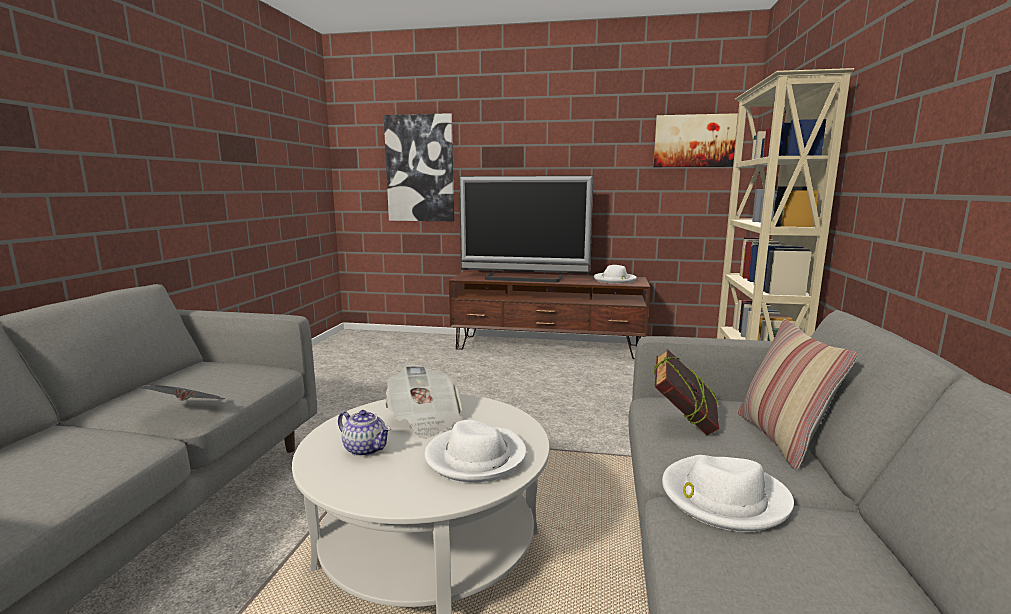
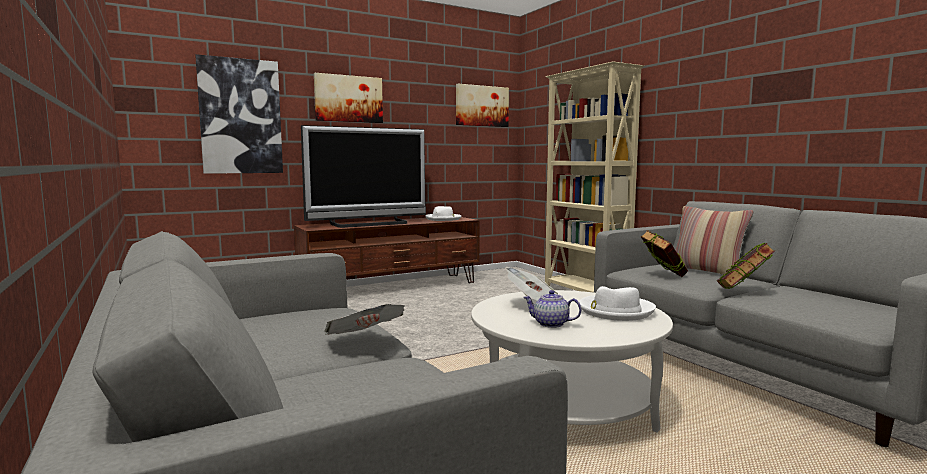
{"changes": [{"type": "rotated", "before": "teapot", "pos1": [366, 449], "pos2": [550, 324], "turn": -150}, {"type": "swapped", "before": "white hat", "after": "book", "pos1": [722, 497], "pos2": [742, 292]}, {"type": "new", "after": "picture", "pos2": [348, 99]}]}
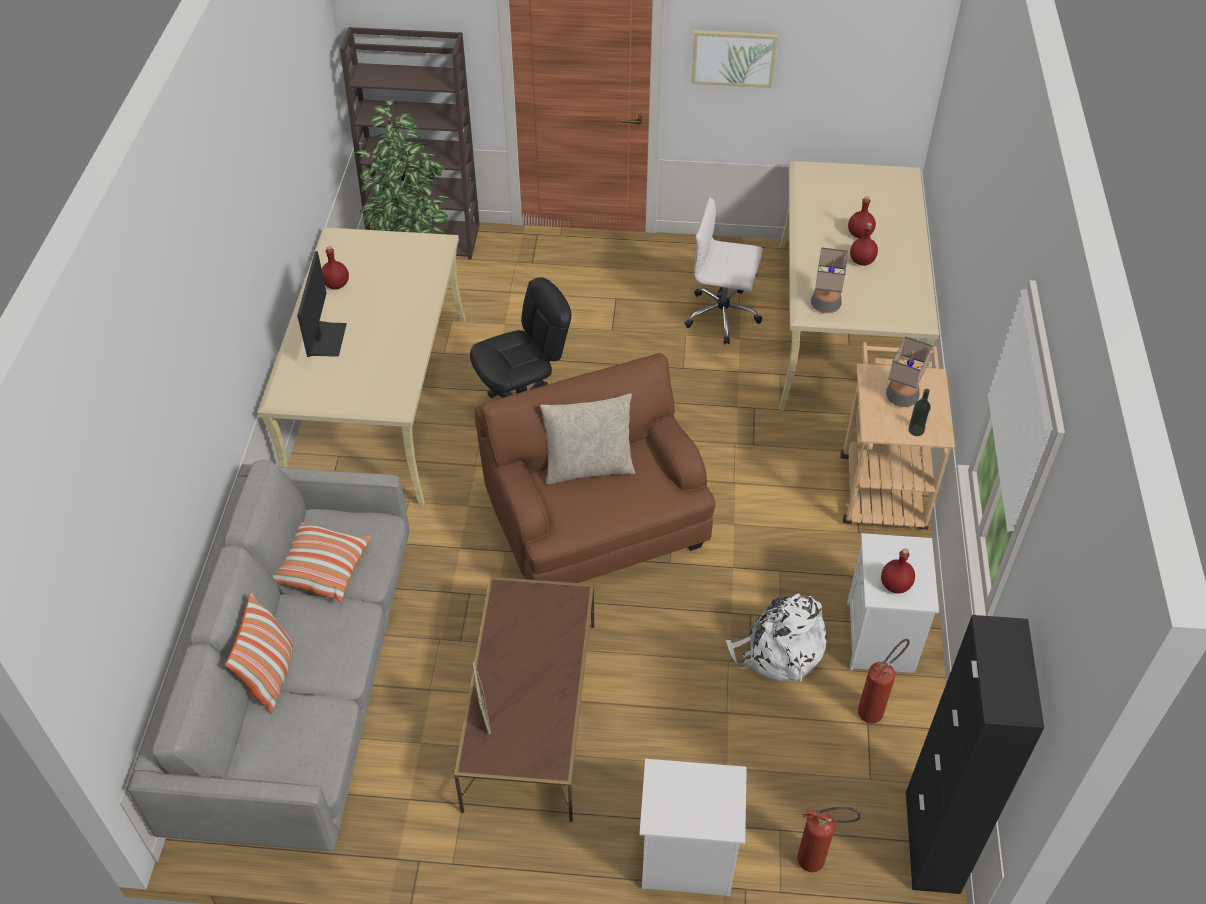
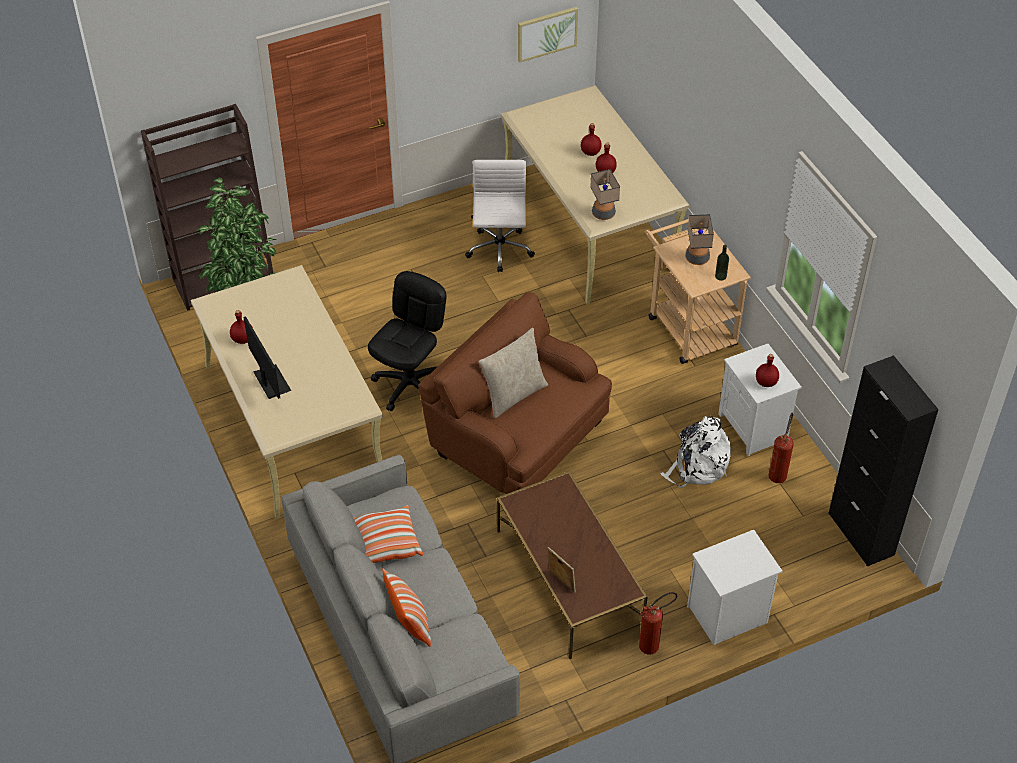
{"changes": [{"type": "shifted", "before": "picture", "pos1": [733, 57], "pos2": [547, 33]}, {"type": "rotated", "before": "white office chair", "pos1": [723, 316], "pos2": [499, 250], "turn": 105}, {"type": "shifted", "before": "fire extinguisher", "pos1": [818, 861], "pos2": [653, 645]}]}
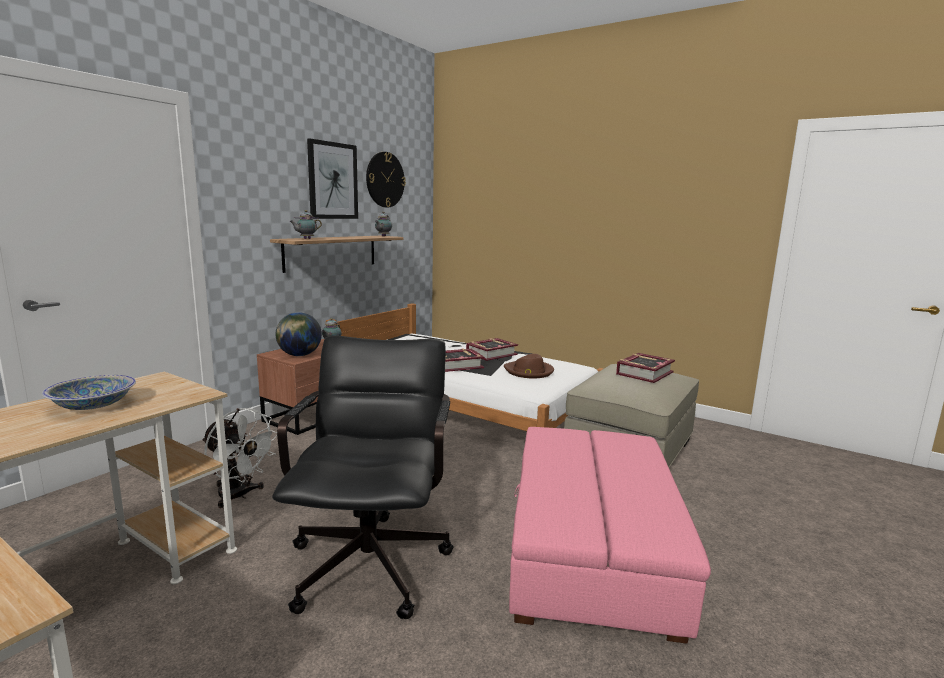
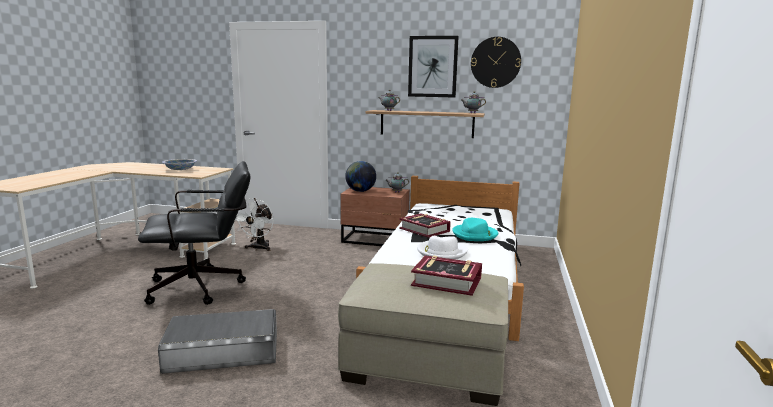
{"changes": [{"type": "swapped", "before": "book", "after": "turquoise hat", "pos1": [491, 354], "pos2": [475, 235]}, {"type": "repainted", "before": "brown hat", "after": "white hat", "pos1": [529, 371], "pos2": [441, 252]}, {"type": "swapped", "before": "pink ottoman", "after": "grey storage box", "pos1": [591, 547], "pos2": [223, 351]}]}
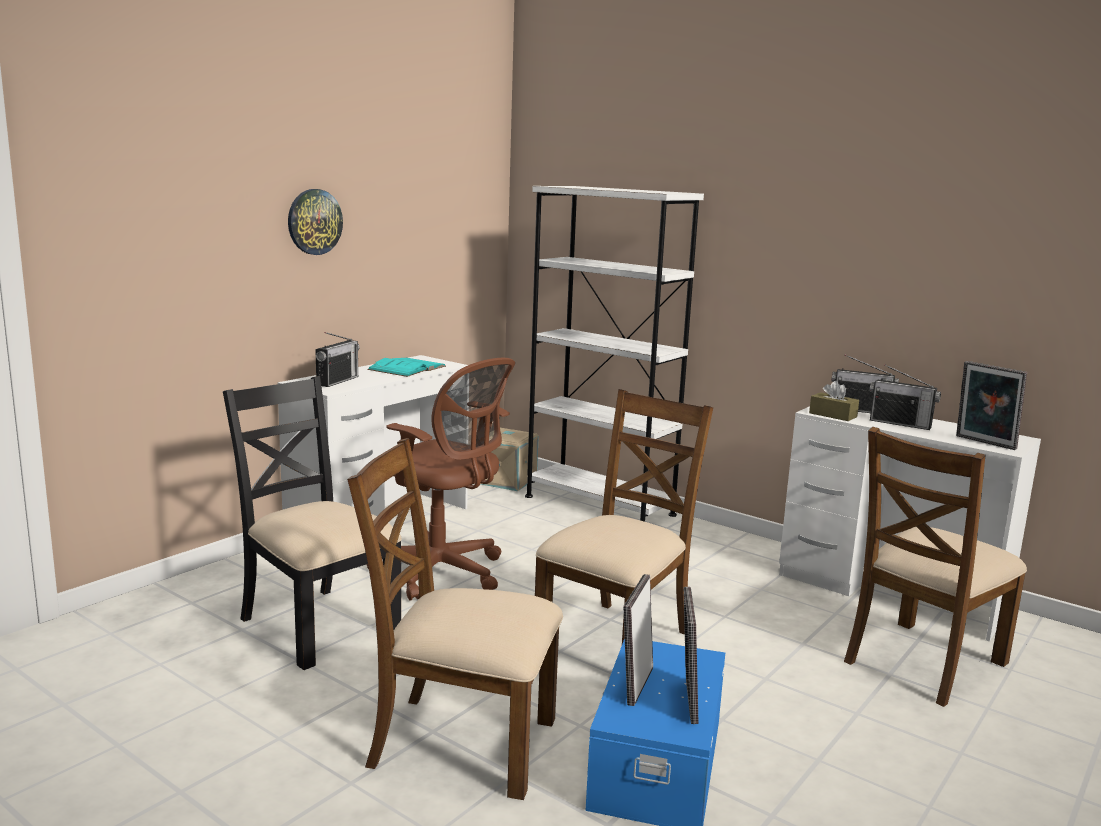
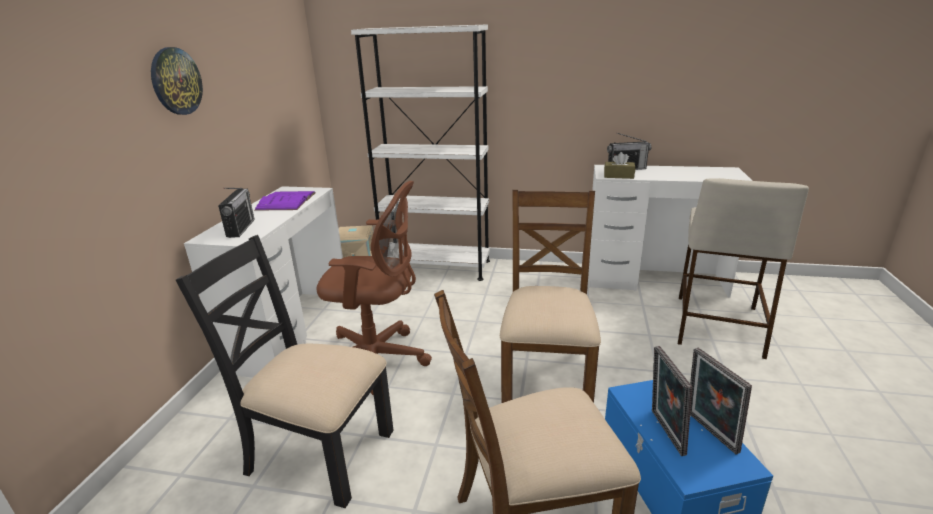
{"changes": [{"type": "repainted", "before": "turquoise book", "after": "purple book", "pos1": [407, 368], "pos2": [286, 201]}, {"type": "gone", "before": "picture frame", "pos1": [984, 443]}, {"type": "gone", "before": "radio", "pos1": [900, 423]}, {"type": "swapped", "before": "brown chair", "after": "beige stool", "pos1": [922, 661], "pos2": [717, 324]}]}
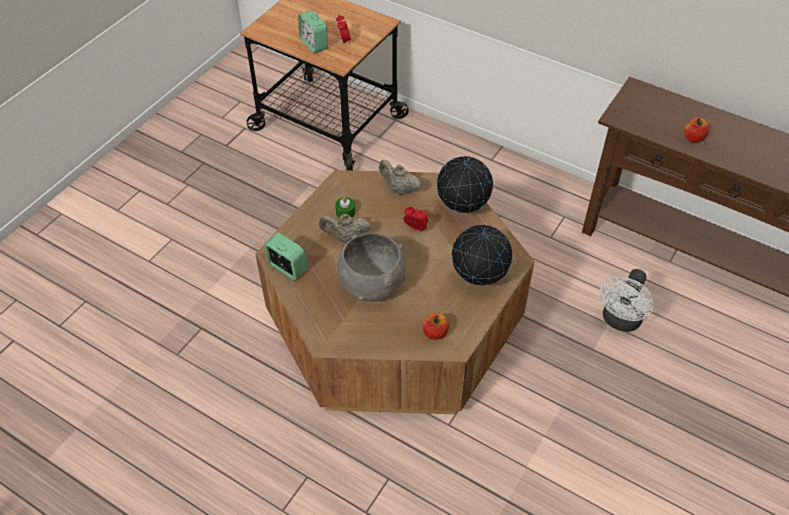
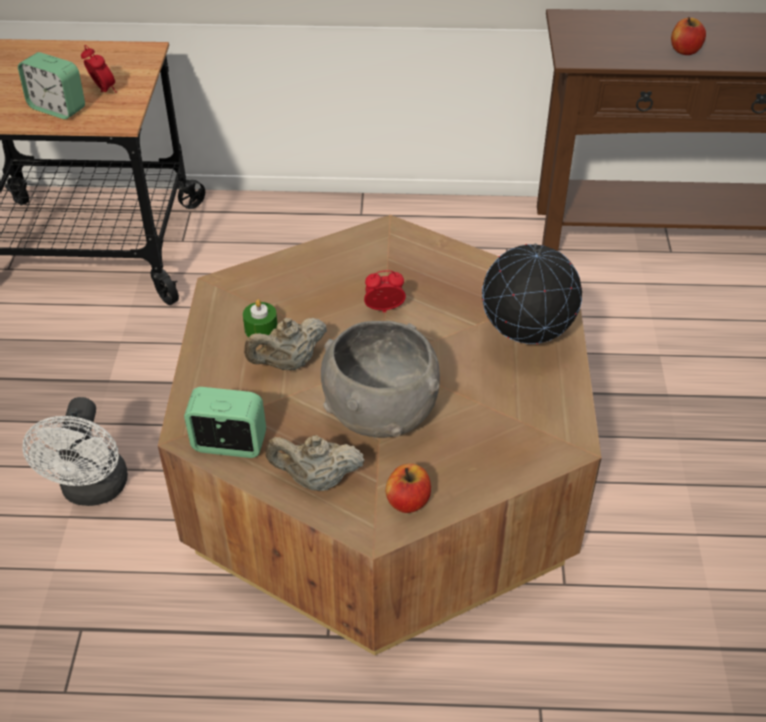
{"changes": [{"type": "gone", "before": "globe", "pos1": [462, 209]}, {"type": "shifted", "before": "beige teapot", "pos1": [399, 189], "pos2": [316, 480]}, {"type": "shifted", "before": "white fan", "pos1": [620, 321], "pos2": [93, 491]}, {"type": "shifted", "before": "apple", "pos1": [435, 333], "pos2": [408, 501]}]}
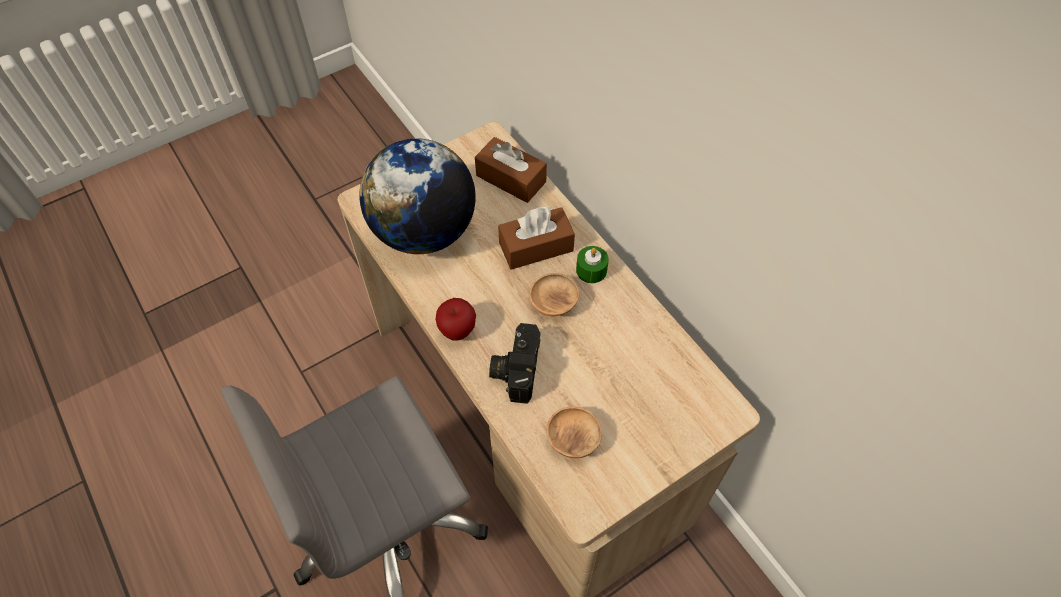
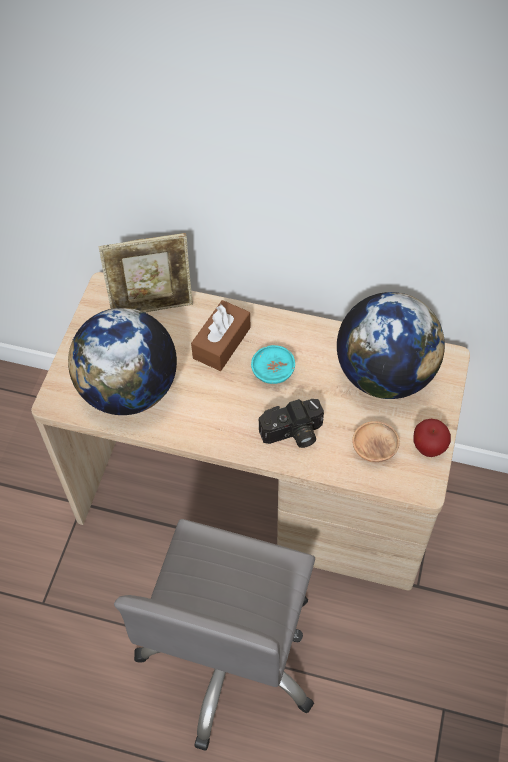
{"changes": [{"type": "swapped", "before": "brown tissue box", "after": "picture frame", "pos1": [511, 179], "pos2": [153, 307]}, {"type": "gone", "before": "green candle", "pos1": [591, 270]}, {"type": "repainted", "before": "brown bowl", "after": "turquoise bowl", "pos1": [553, 302], "pos2": [273, 372]}, {"type": "shifted", "before": "apple", "pos1": [457, 331], "pos2": [428, 448]}, {"type": "rotated", "before": "photo camera", "pos1": [515, 369], "pos2": [293, 434], "turn": -75}, {"type": "new", "after": "globe", "pos2": [384, 374]}]}
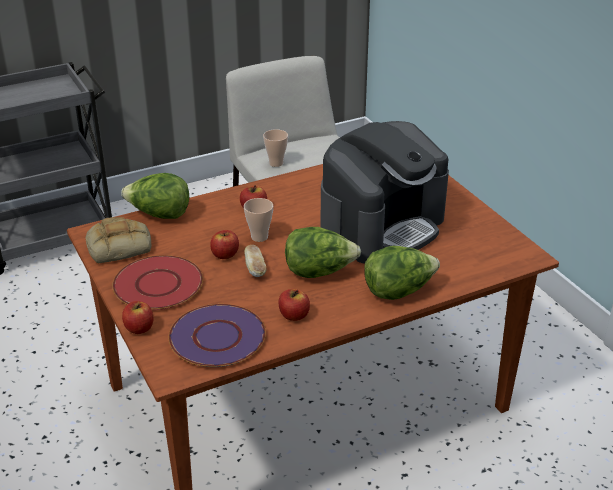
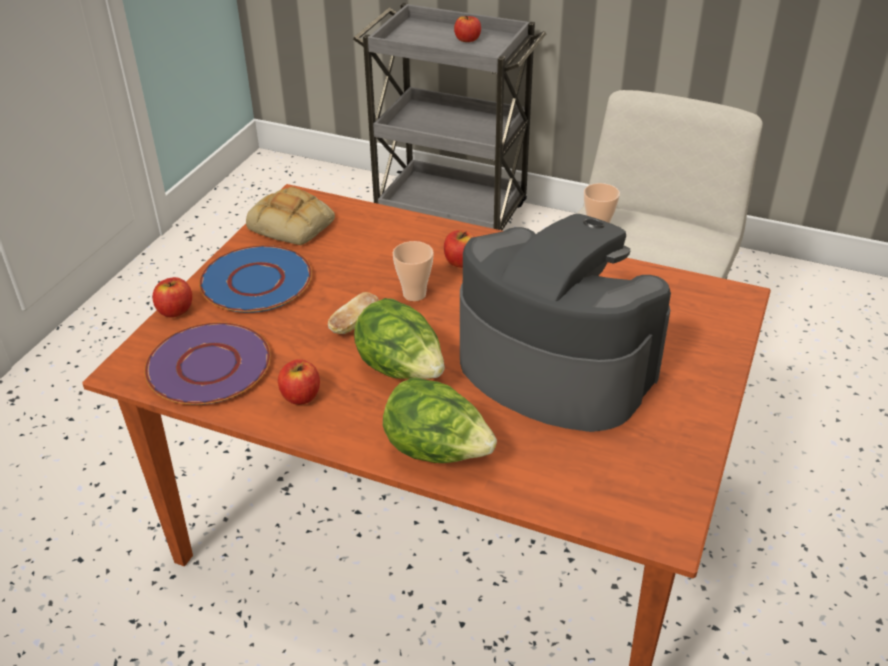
{"changes": [{"type": "rotated", "before": "coffee machine", "pos1": [382, 226], "pos2": [554, 367], "turn": -150}, {"type": "gone", "before": "lettuce", "pos1": [159, 215]}, {"type": "shifted", "before": "apple", "pos1": [225, 255], "pos2": [467, 40]}, {"type": "repainted", "before": "red plate", "after": "blue plate", "pos1": [158, 285], "pos2": [256, 282]}]}
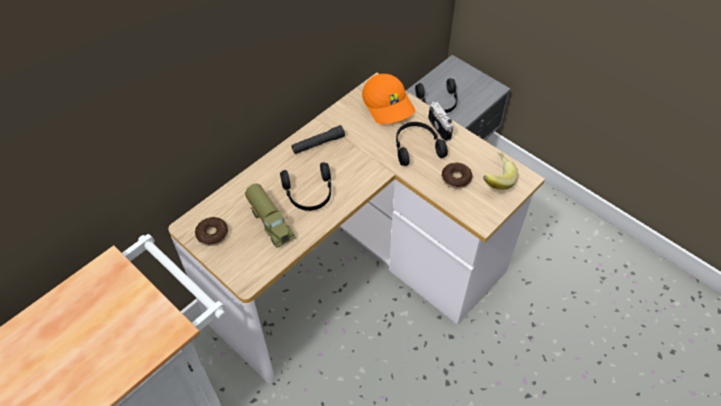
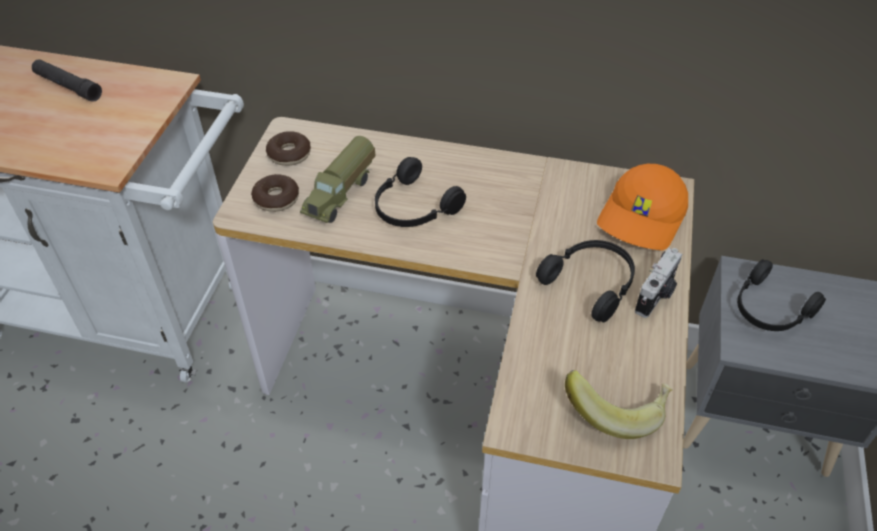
{"changes": [{"type": "shifted", "before": "black flashlight", "pos1": [318, 144], "pos2": [68, 86]}, {"type": "shifted", "before": "donut", "pos1": [456, 179], "pos2": [276, 199]}]}
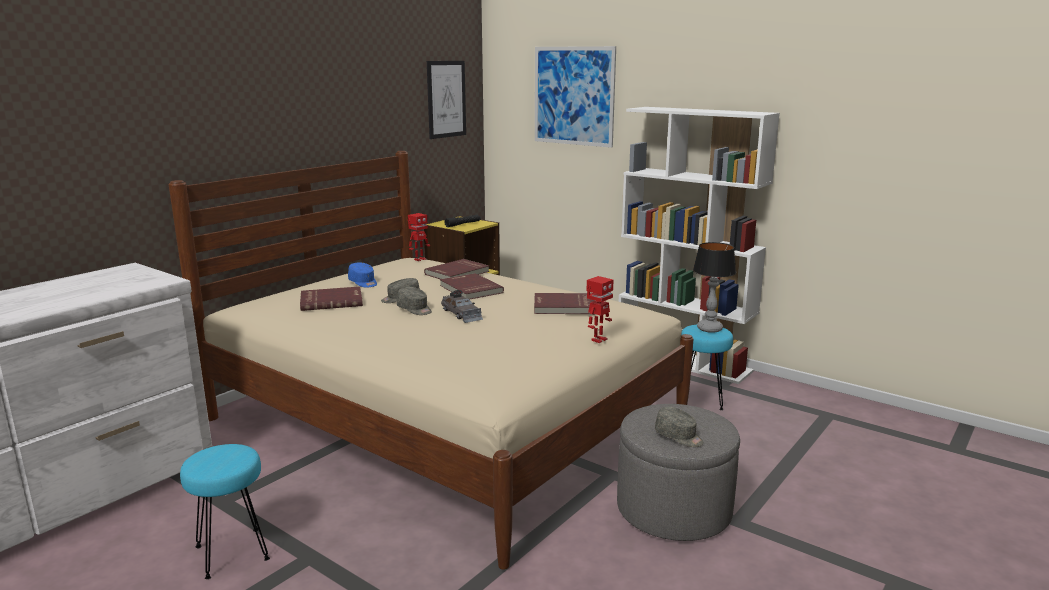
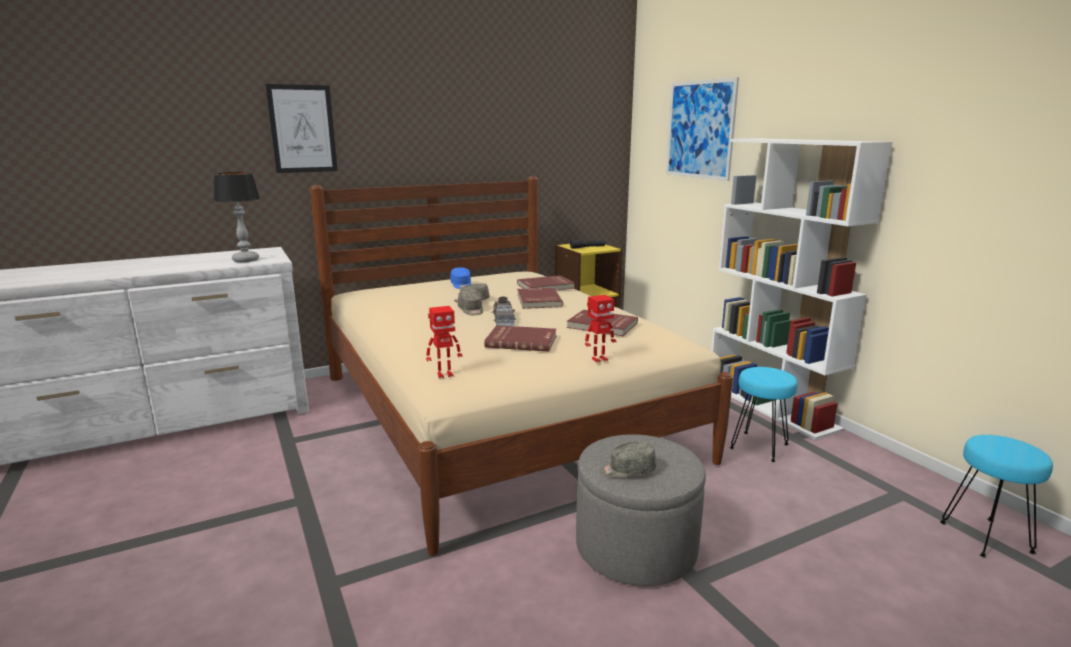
{"changes": [{"type": "shifted", "before": "picture", "pos1": [446, 99], "pos2": [302, 129]}, {"type": "shifted", "before": "toy robot", "pos1": [419, 259], "pos2": [444, 374]}, {"type": "shifted", "before": "table lamp", "pos1": [709, 328], "pos2": [246, 260]}, {"type": "shifted", "before": "red book", "pos1": [331, 301], "pos2": [521, 341]}, {"type": "rotated", "before": "grey cap", "pos1": [679, 437], "pos2": [627, 470], "turn": 105}, {"type": "shifted", "before": "turquoise stool", "pos1": [232, 552], "pos2": [985, 537]}]}
